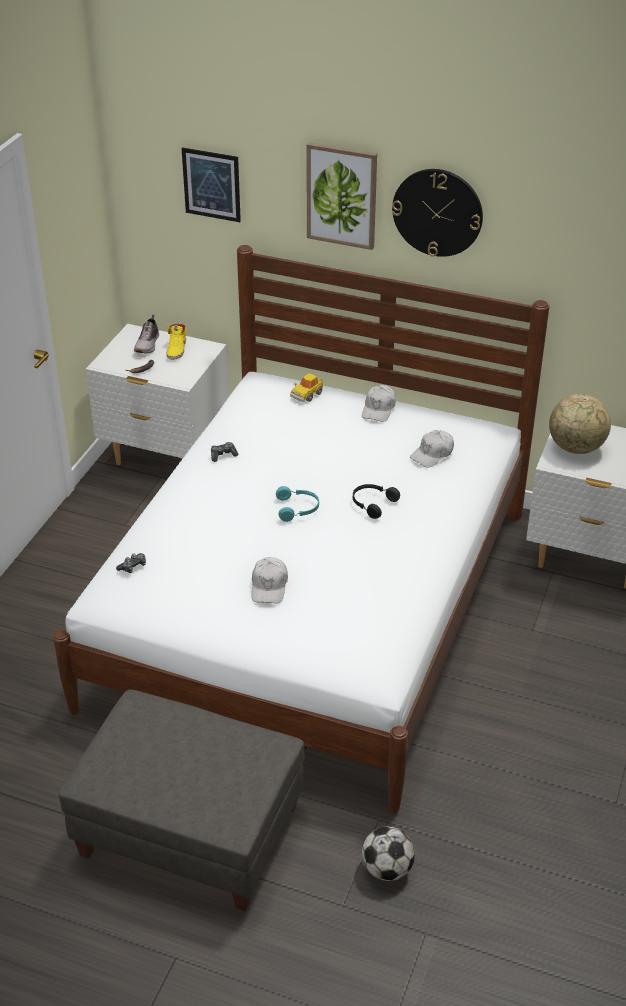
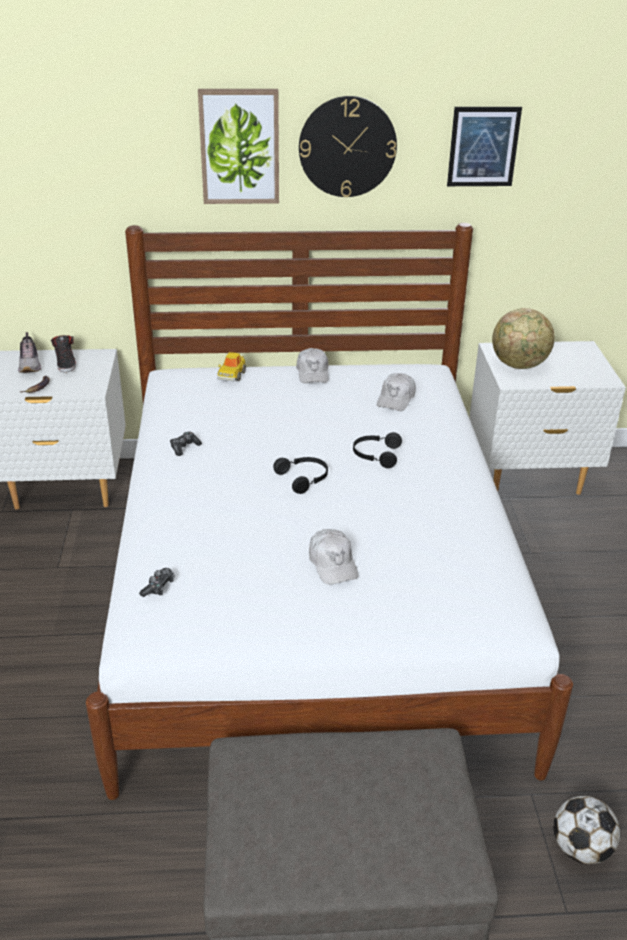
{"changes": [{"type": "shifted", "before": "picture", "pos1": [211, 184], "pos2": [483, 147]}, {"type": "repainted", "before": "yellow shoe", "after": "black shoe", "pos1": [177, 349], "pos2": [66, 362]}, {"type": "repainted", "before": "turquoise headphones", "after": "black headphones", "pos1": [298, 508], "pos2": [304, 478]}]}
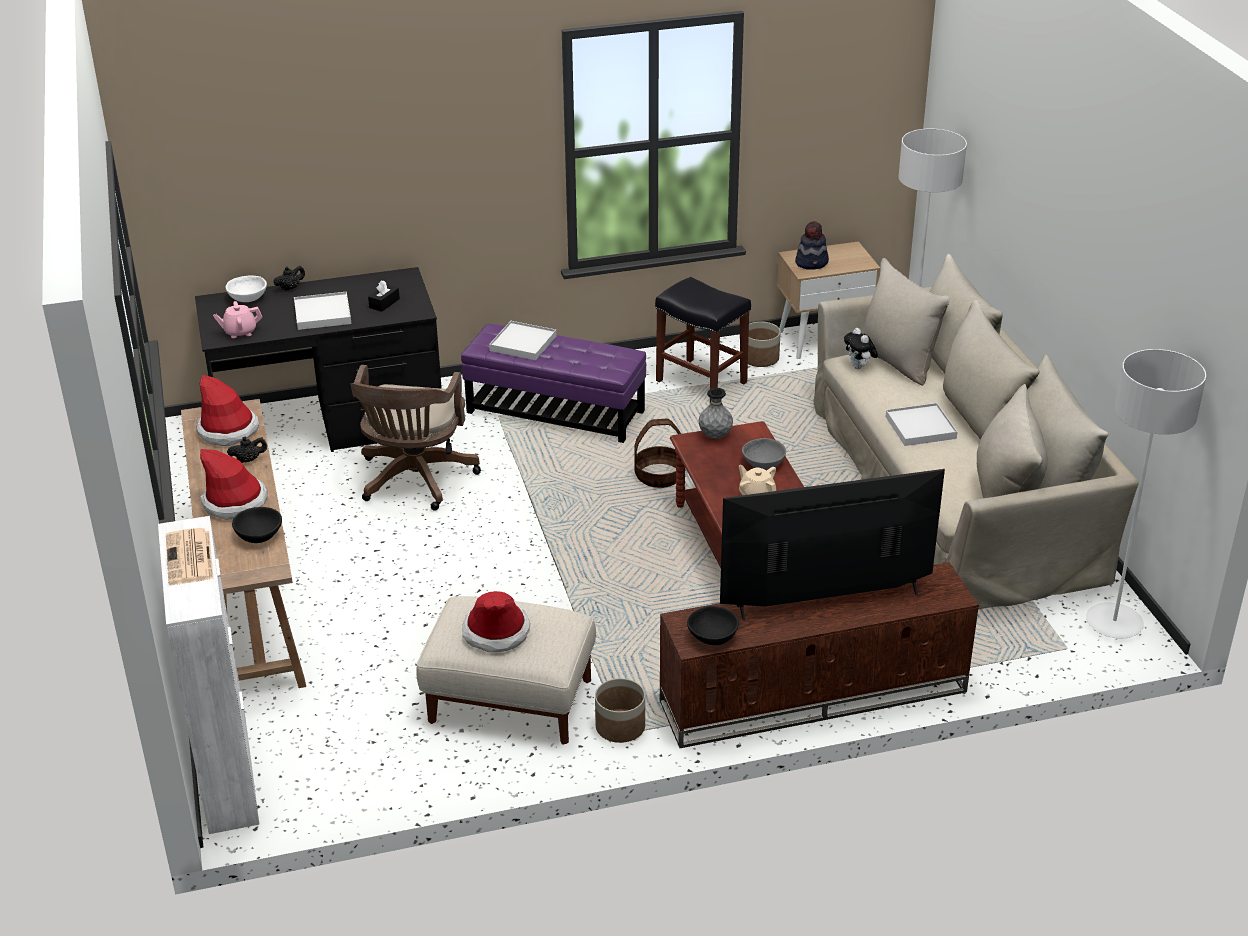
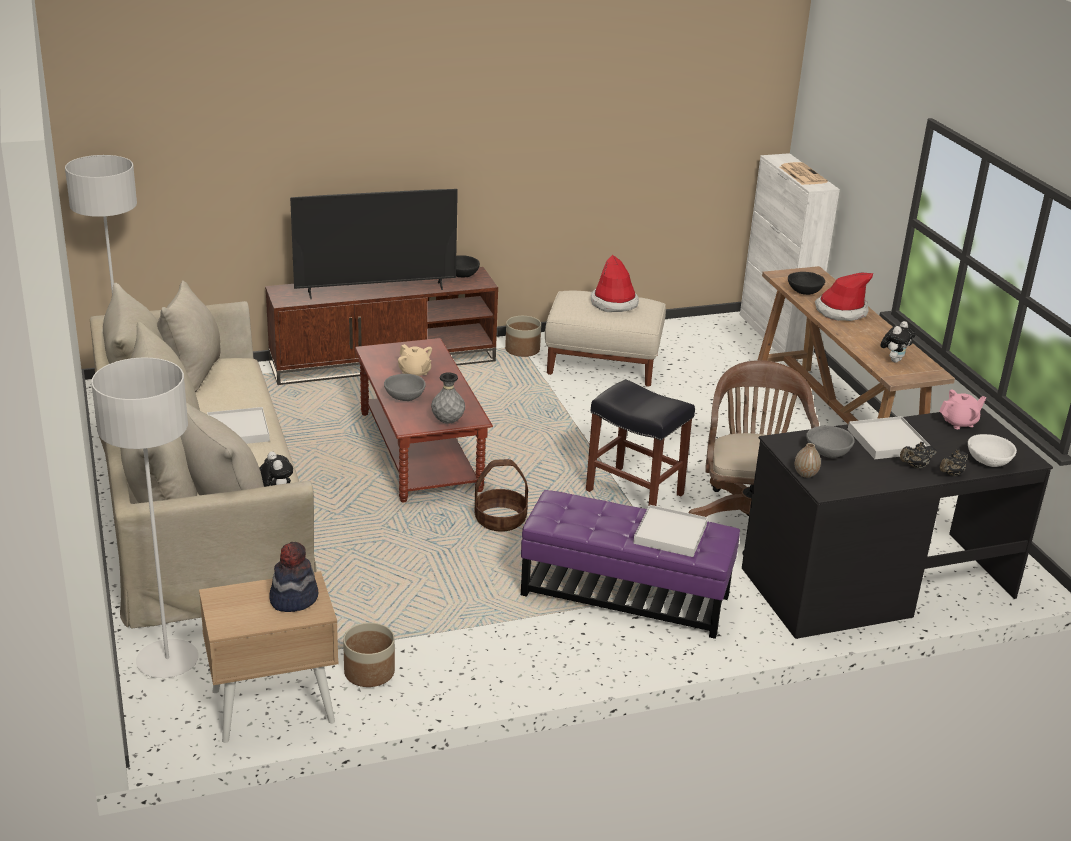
{"changes": [{"type": "shifted", "before": "black stool", "pos1": [702, 382], "pos2": [633, 492]}, {"type": "swapped", "before": "black tissue box", "after": "grey bowl", "pos1": [384, 303], "pos2": [827, 452]}, {"type": "swapped", "before": "hat", "after": "plush toy", "pos1": [228, 430], "pos2": [894, 360]}, {"type": "shifted", "before": "black teapot", "pos1": [249, 460], "pos2": [915, 466]}, {"type": "new", "after": "vase", "pos2": [805, 474]}]}
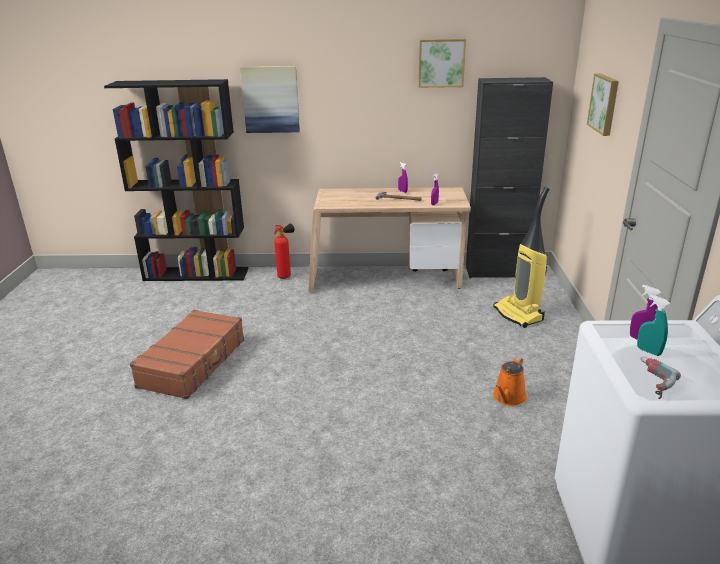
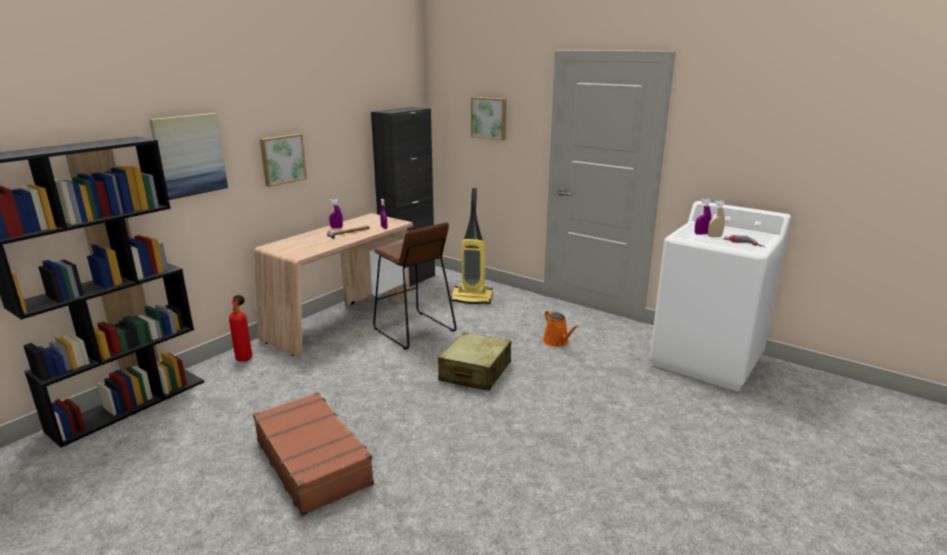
{"changes": [{"type": "shifted", "before": "picture", "pos1": [441, 63], "pos2": [282, 159]}, {"type": "repainted", "before": "turquoise spray bottle", "after": "beige spray bottle", "pos1": [648, 351], "pos2": [714, 236]}, {"type": "new", "after": "brown stool", "pos2": [414, 330]}, {"type": "new", "after": "beige suitcase", "pos2": [475, 372]}]}
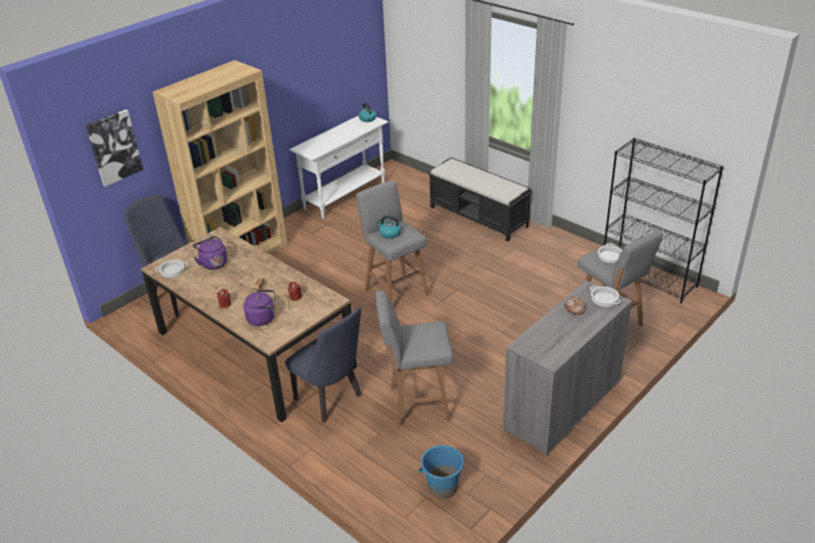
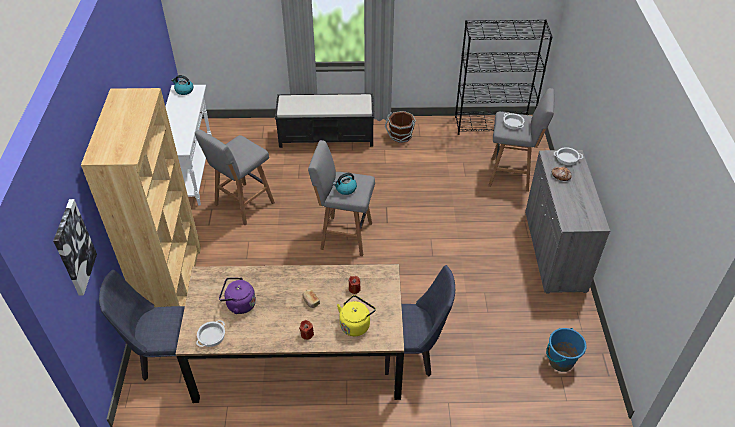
{"changes": [{"type": "repainted", "before": "purple kettle", "after": "yellow kettle", "pos1": [263, 318], "pos2": [356, 324]}, {"type": "shifted", "before": "grey stool", "pos1": [417, 404], "pos2": [243, 205]}, {"type": "new", "after": "brown bucket", "pos2": [400, 136]}]}
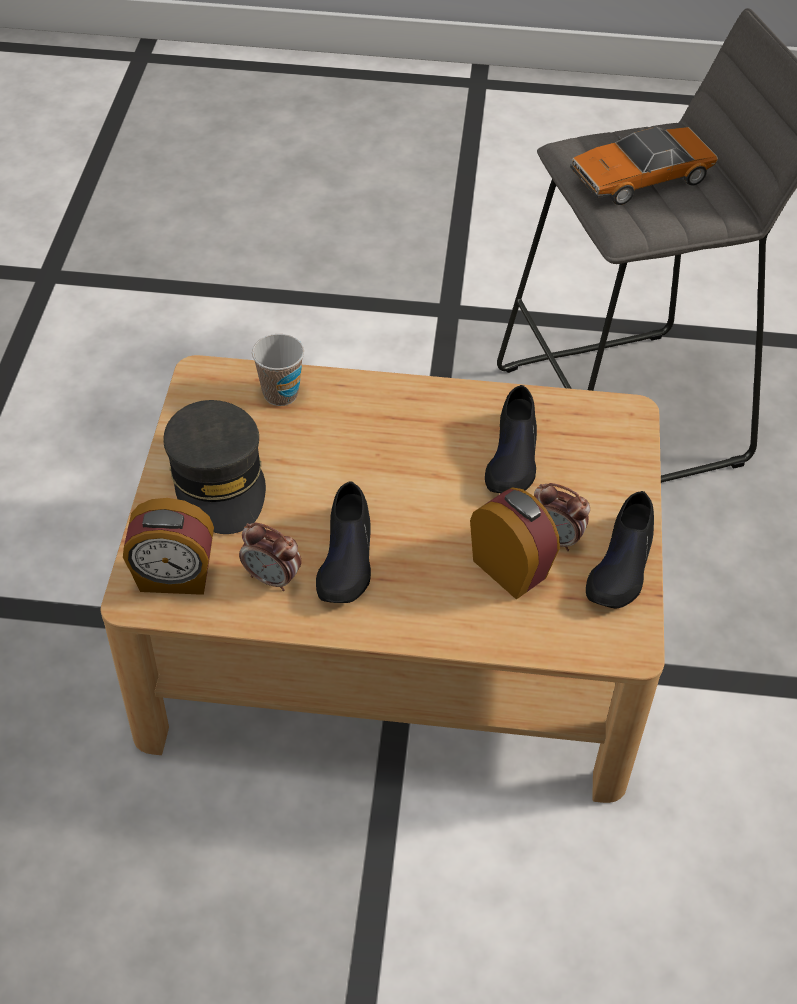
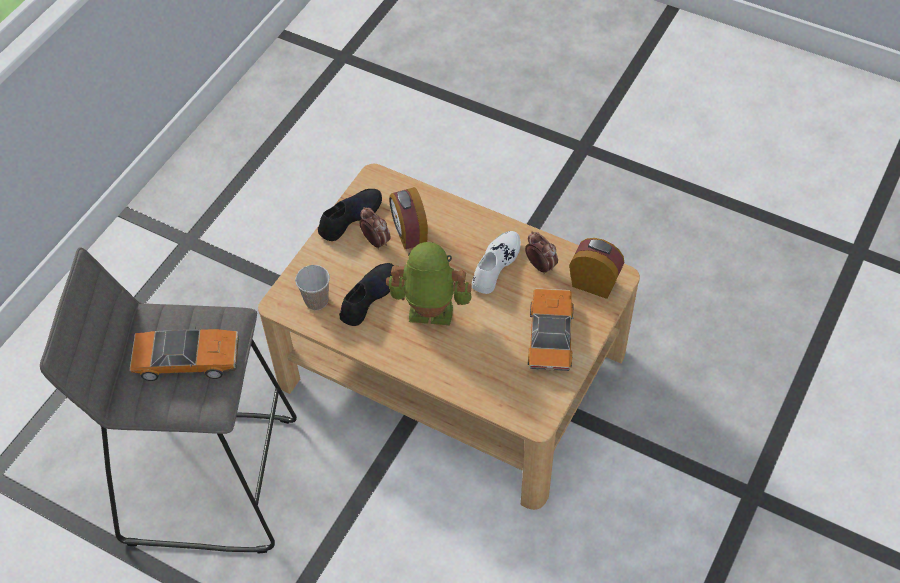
{"changes": [{"type": "shifted", "before": "cup", "pos1": [280, 394], "pos2": [316, 301]}, {"type": "swapped", "before": "grey cap", "after": "toy car", "pos1": [219, 480], "pos2": [550, 336]}, {"type": "repainted", "before": "black shoe", "after": "white shoe", "pos1": [346, 558], "pos2": [495, 265]}, {"type": "new", "after": "toy robot", "pos2": [429, 314]}]}
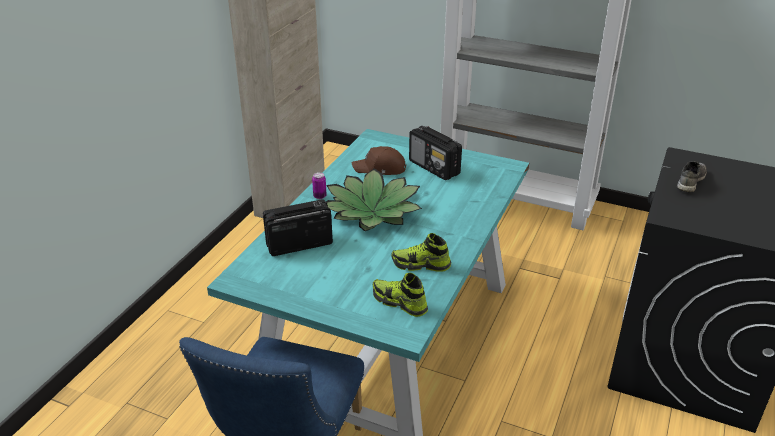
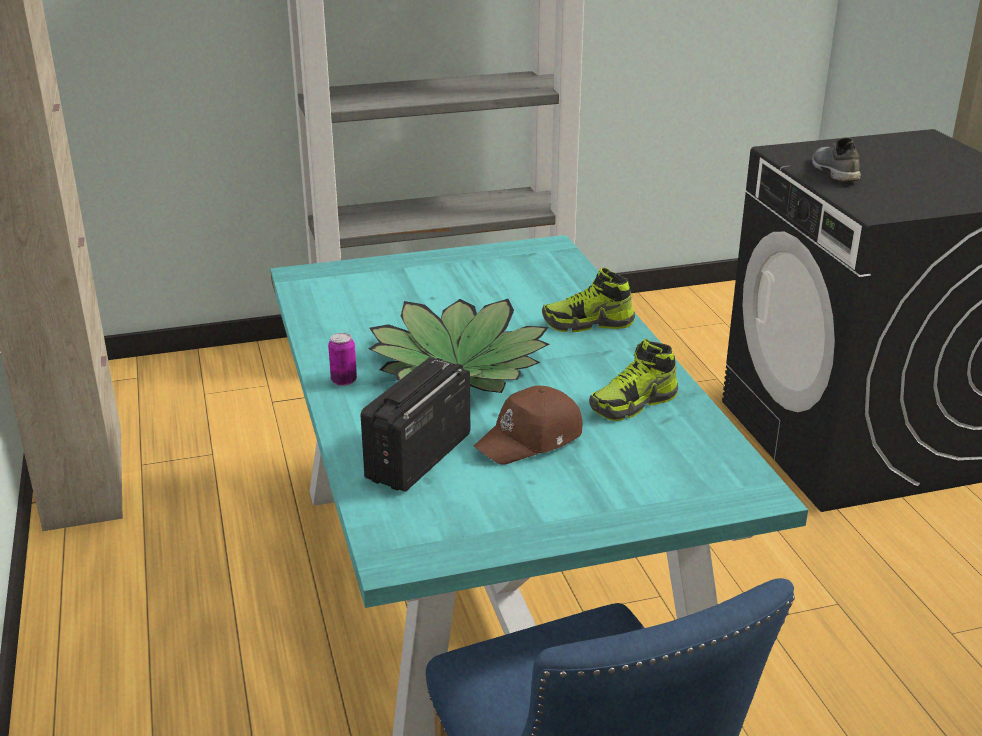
{"changes": [{"type": "gone", "before": "radio", "pos1": [434, 168]}, {"type": "shifted", "before": "brown cap", "pos1": [380, 168], "pos2": [531, 439]}, {"type": "shifted", "before": "shoe", "pos1": [399, 302], "pos2": [588, 324]}]}
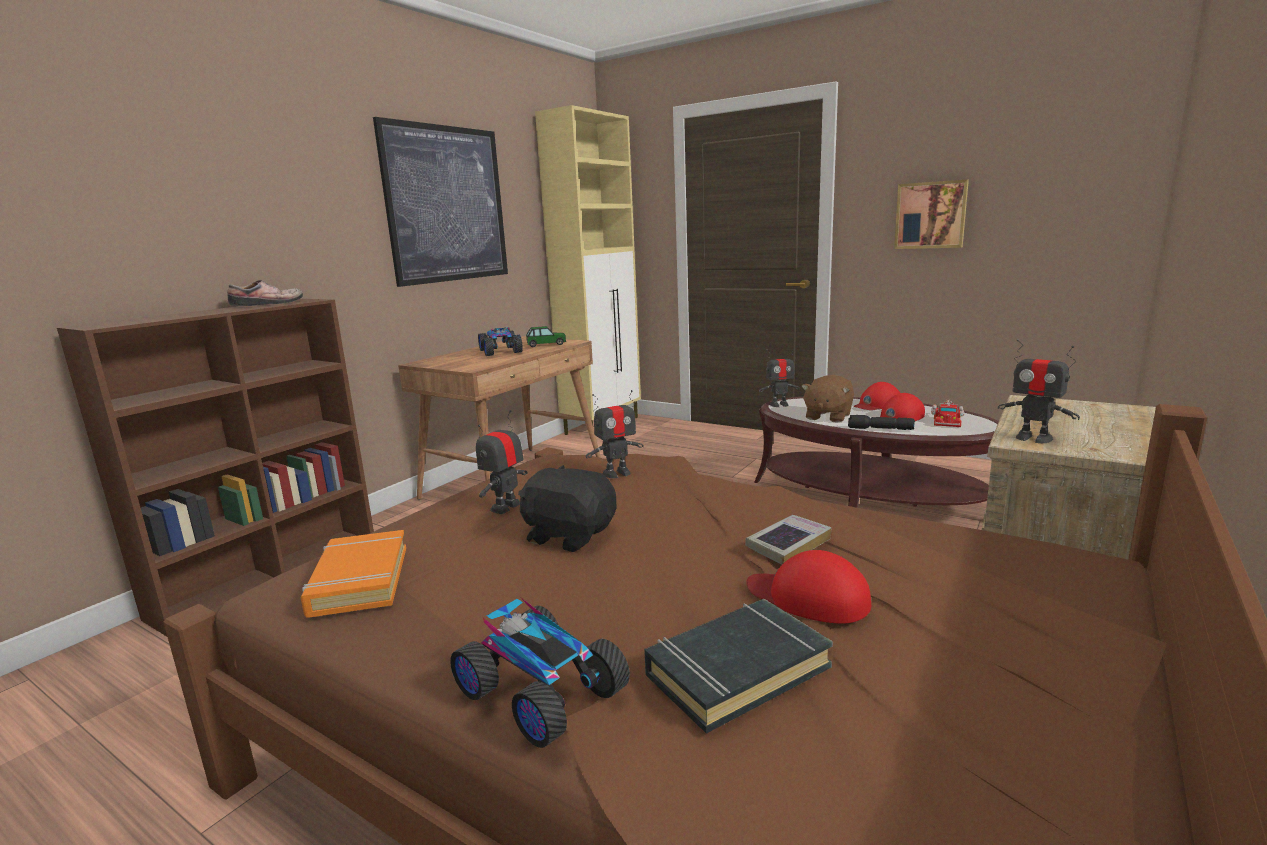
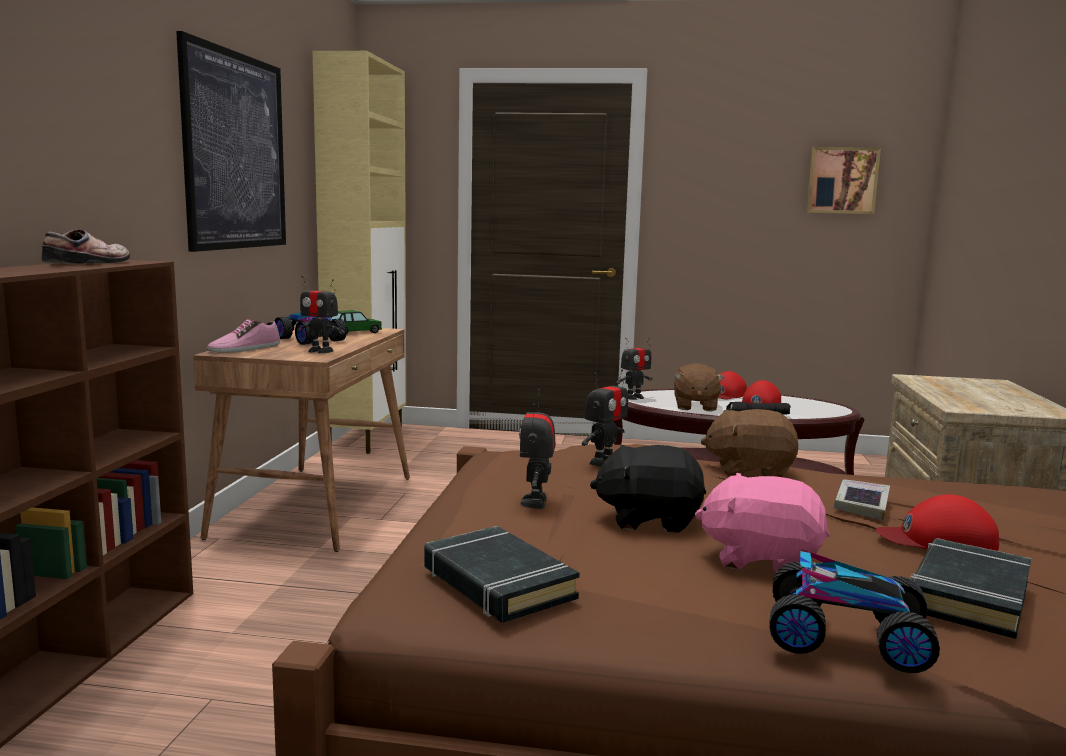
{"changes": [{"type": "shifted", "before": "picture", "pos1": [930, 215], "pos2": [842, 180]}, {"type": "shifted", "before": "toy robot", "pos1": [1033, 438], "pos2": [320, 351]}, {"type": "gone", "before": "toy truck", "pos1": [946, 420]}, {"type": "repainted", "before": "orange book", "after": "black book", "pos1": [359, 580], "pos2": [497, 583]}, {"type": "new", "after": "shoe", "pos2": [244, 349]}, {"type": "new", "after": "brown plush toy", "pos2": [749, 471]}, {"type": "new", "after": "pink plush toy", "pos2": [761, 559]}]}
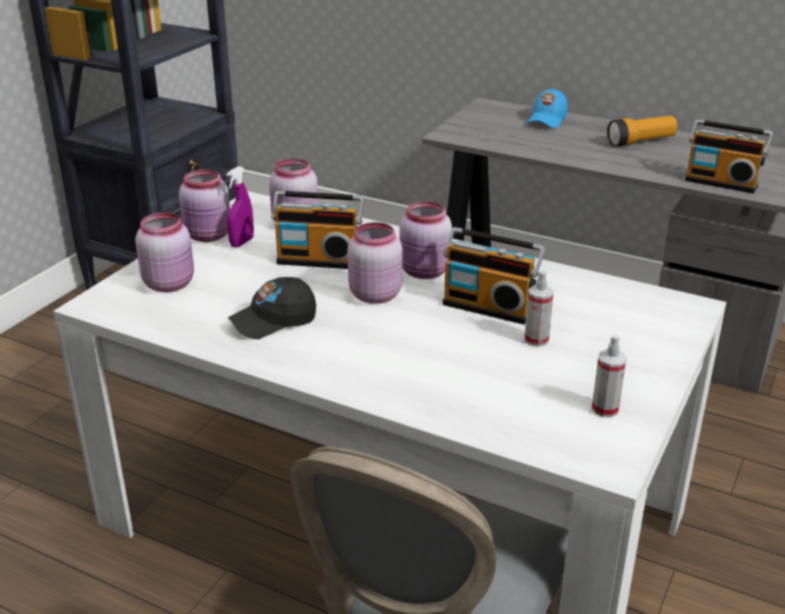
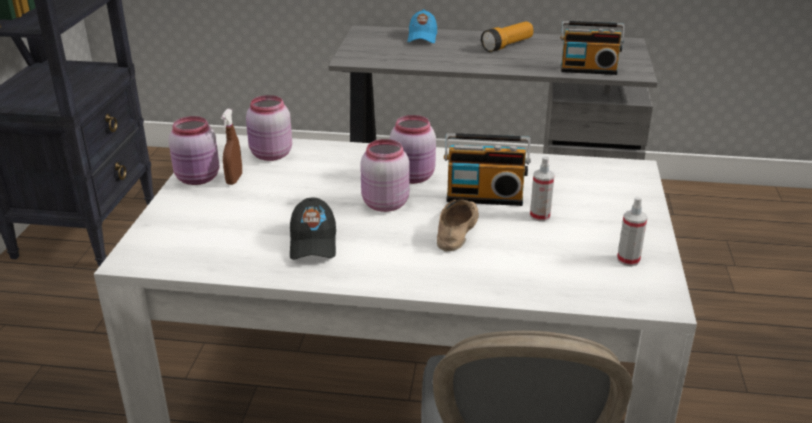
{"changes": [{"type": "repainted", "before": "purple spray bottle", "after": "brown spray bottle", "pos1": [242, 242], "pos2": [234, 179]}, {"type": "gone", "before": "radio", "pos1": [319, 259]}, {"type": "gone", "before": "pink jar", "pos1": [170, 283]}, {"type": "rotated", "before": "black cap", "pos1": [273, 321], "pos2": [313, 243], "turn": -45}, {"type": "new", "after": "beige shoe", "pos2": [455, 229]}]}
